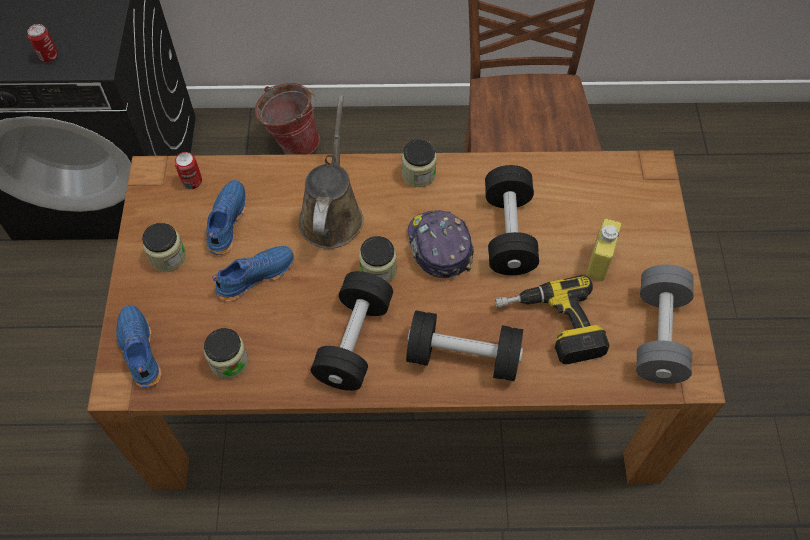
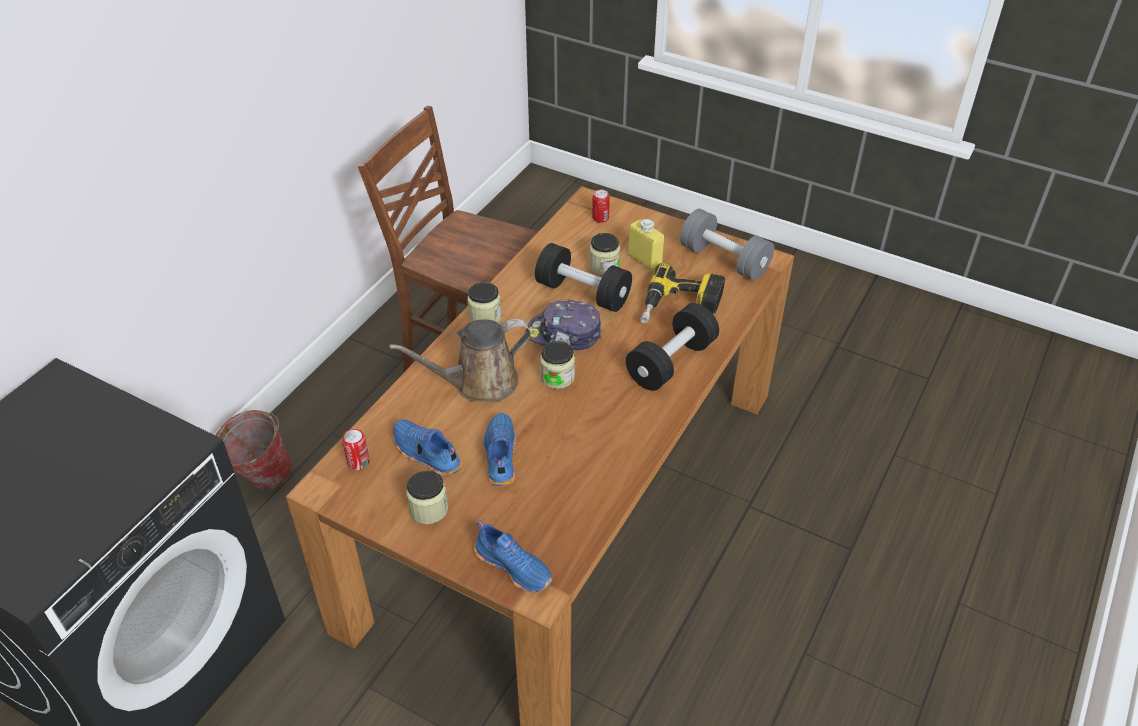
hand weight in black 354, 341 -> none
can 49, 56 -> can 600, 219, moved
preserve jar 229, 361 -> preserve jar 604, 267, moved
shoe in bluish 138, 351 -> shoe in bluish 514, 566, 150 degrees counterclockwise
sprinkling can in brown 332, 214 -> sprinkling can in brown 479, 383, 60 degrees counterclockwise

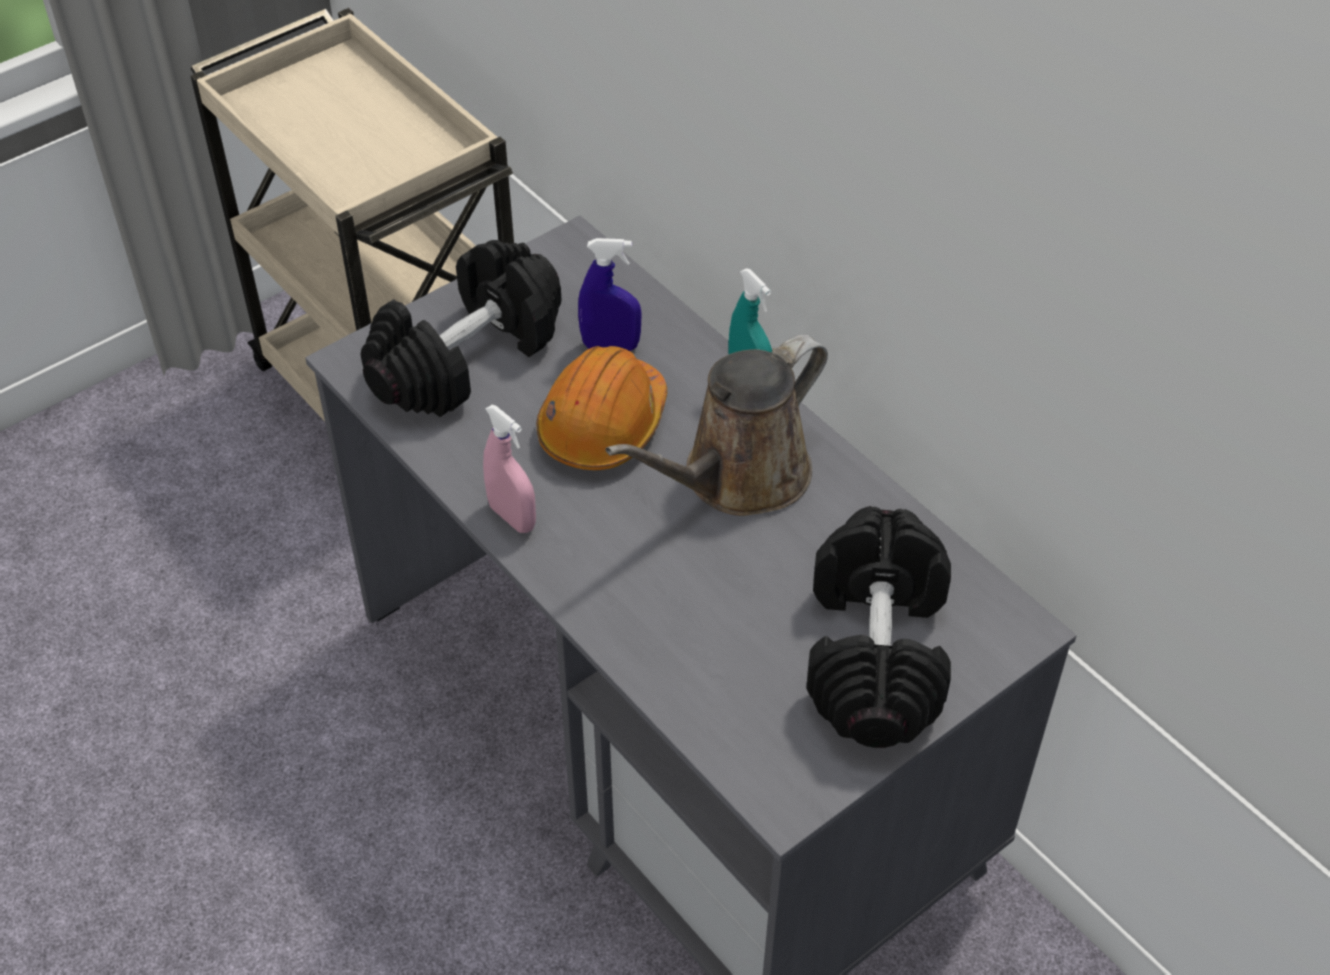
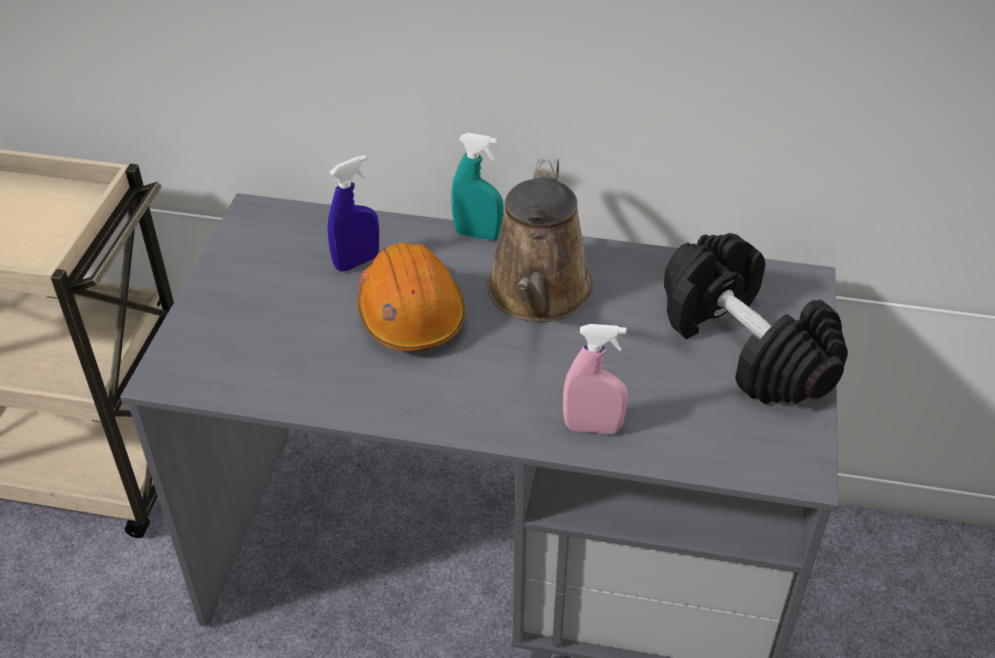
hand weight in black 466, 357 -> none
spray bottle in pink 512, 517 -> spray bottle in pink 592, 427, moved

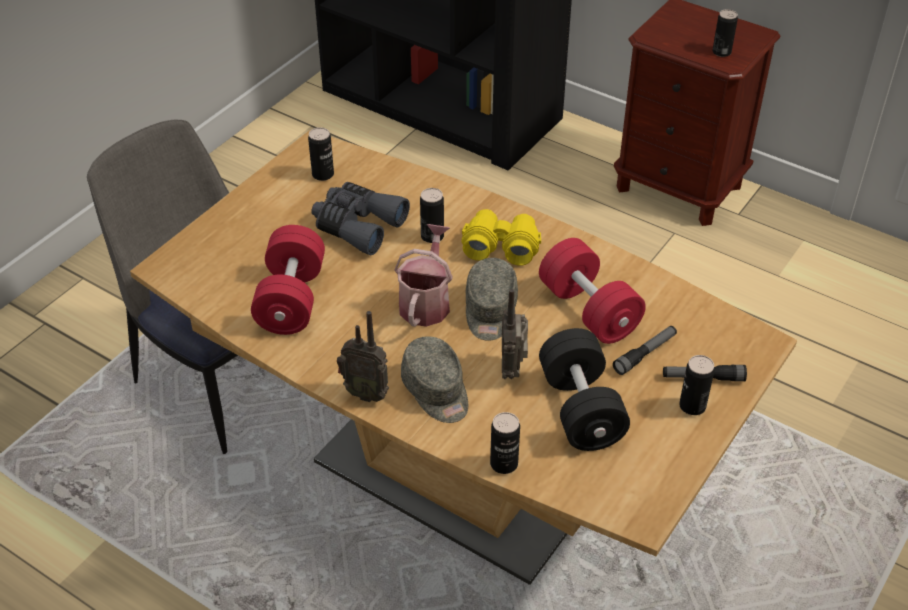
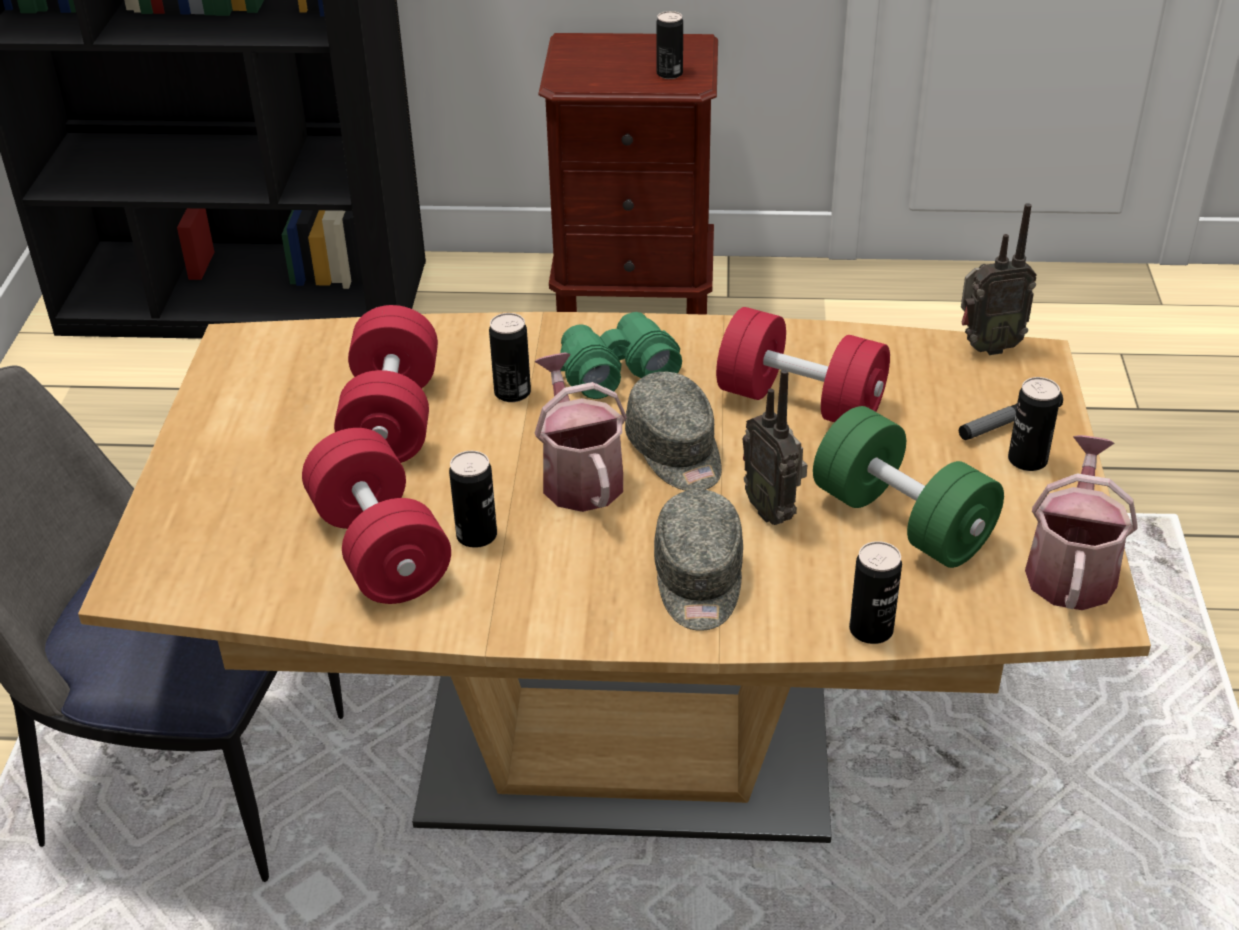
hand torch 645, 354 -> none
none -> sprinkling can 1071, 568
can 323, 174 -> can 476, 535, moved
radio receiver 366, 393 -> radio receiver 986, 347, moved
binoculars in gray 357, 225 -> hand weight in red-coloured 392, 418
binoculars in yellow-coloured 501, 246 -> binoculars in greenish 616, 370
hand weight in black 581, 409 -> hand weight in greenish 902, 521
peaked cap in gray 436, 391 -> peaked cap in gray 698, 580, 60 degrees clockwise

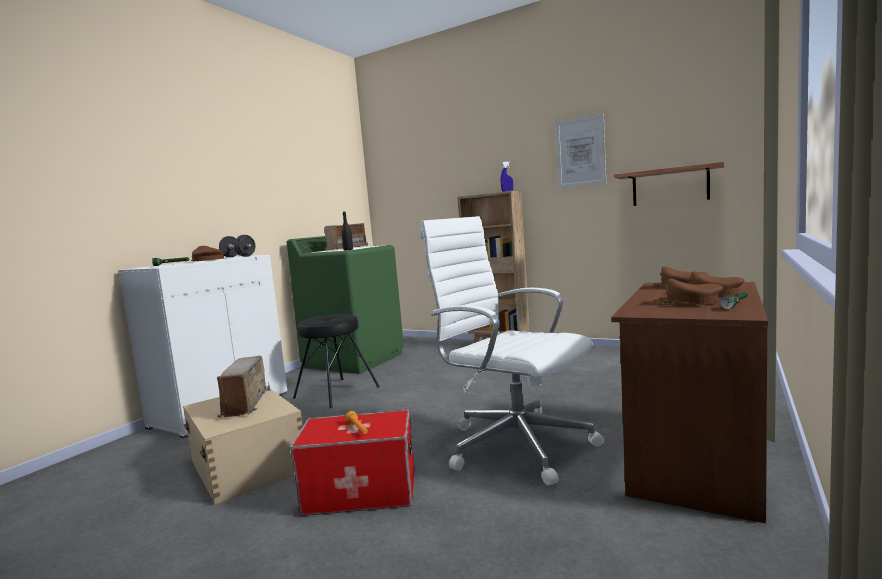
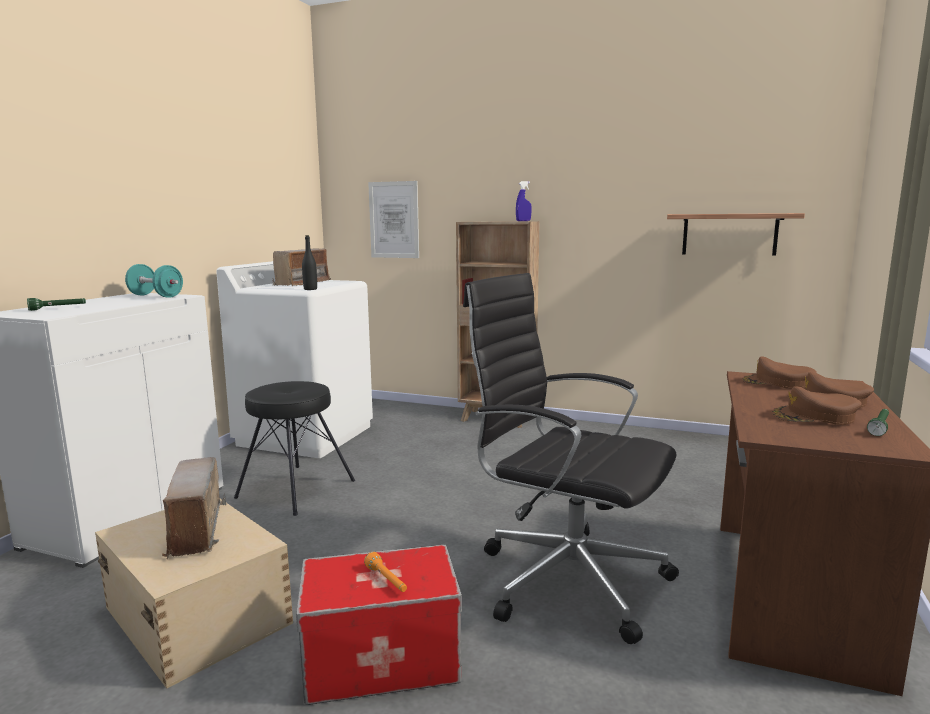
peaked cap in brown 207, 260 -> none
wall picture 580, 152 -> wall picture 394, 220, moved
hand weight in black 238, 256 -> hand weight in turquoise 156, 296
laundry appliance in greenish 354, 360 -> laundry appliance in white 306, 435
office chair in white 515, 444 -> office chair in black 566, 578

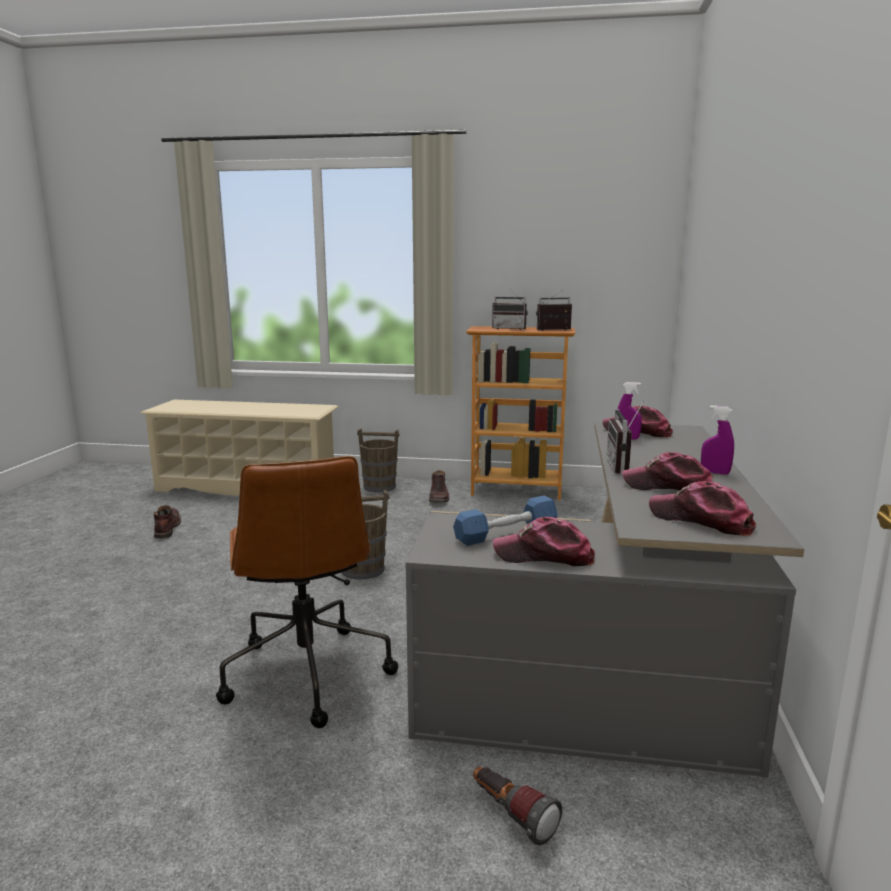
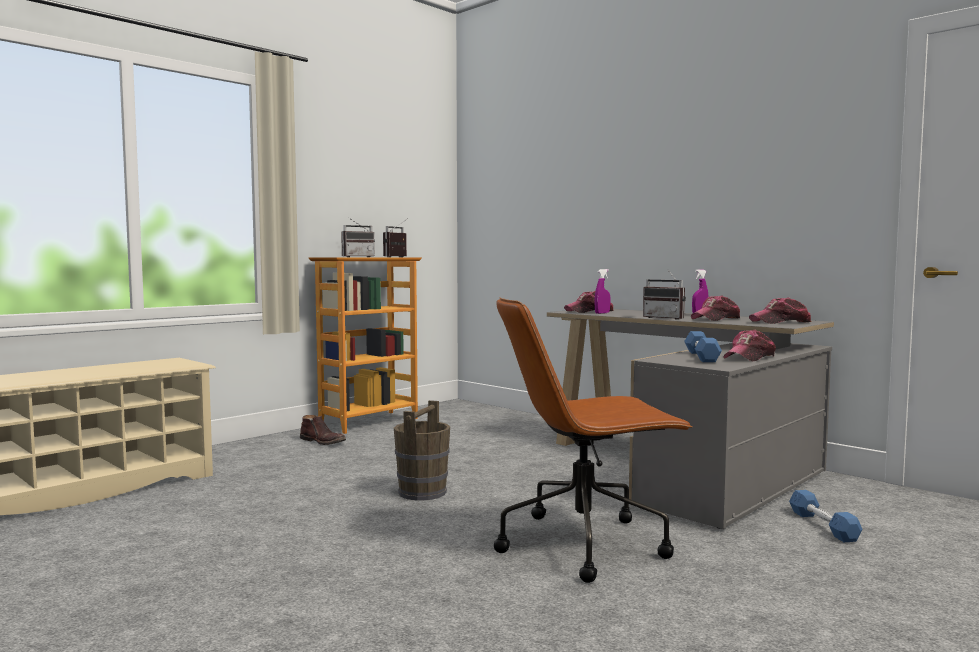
boot in brown 166, 528 -> none
water bucket in brown 380, 487 -> none
hand torch 511, 816 -> hand weight in bluish 823, 526
office chair in brown 306, 672 -> office chair in brown 585, 544, 150 degrees clockwise

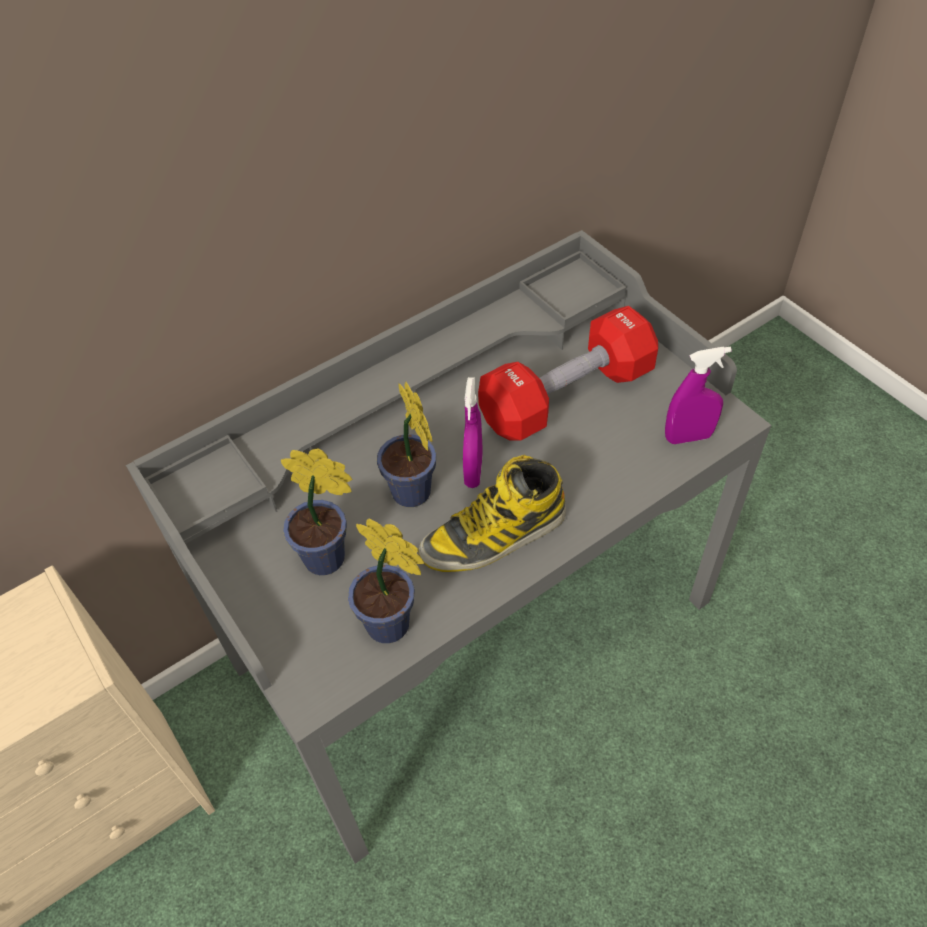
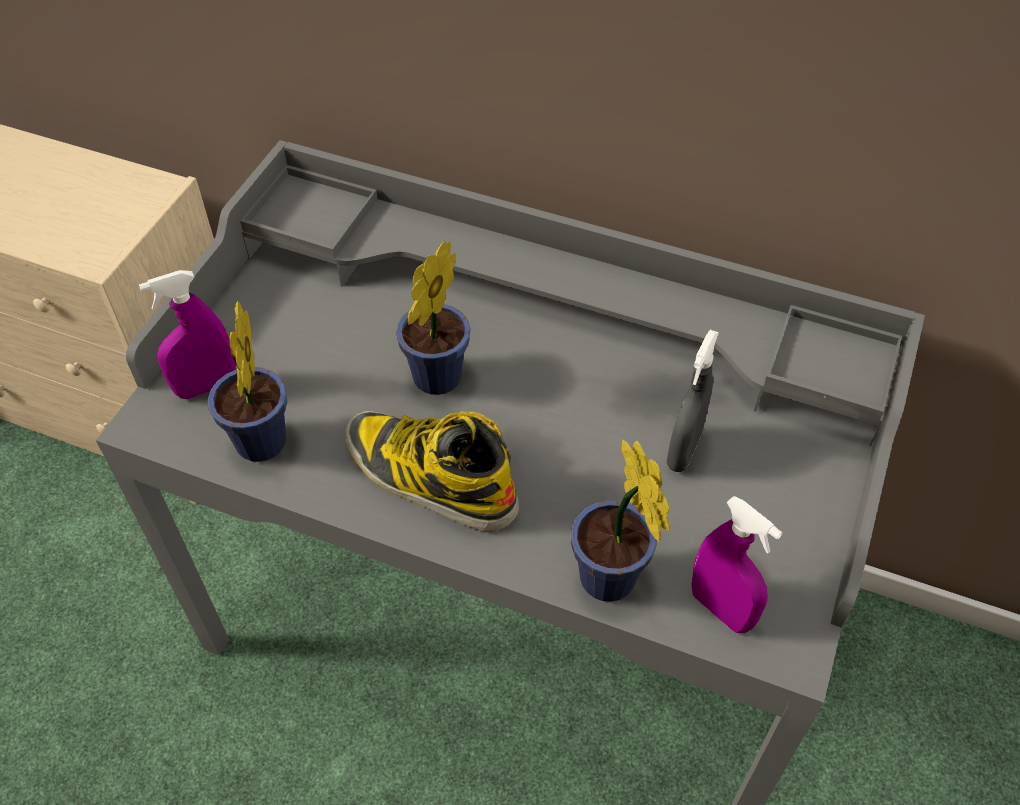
potted plant 330, 559 -> potted plant 611, 584, moved
spray bottle in purplish 473, 471 -> spray bottle in purplish 207, 386, moved
hand weight in red-coloured 567, 396 -> spray bottle in gray 683, 450

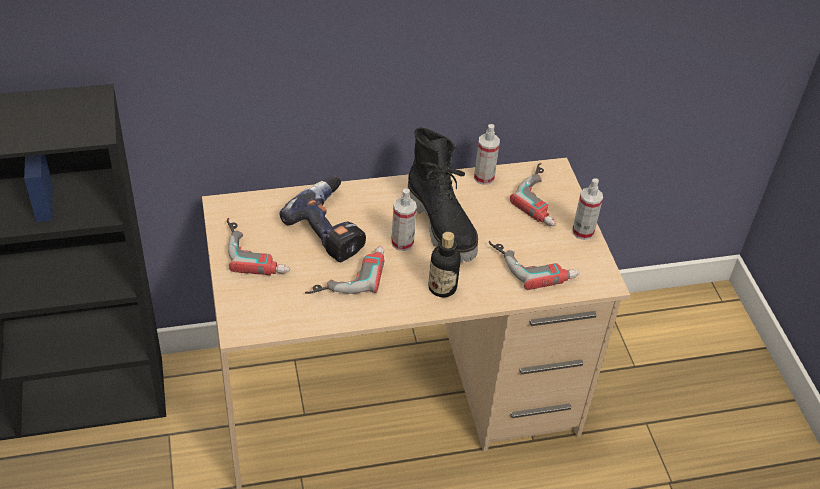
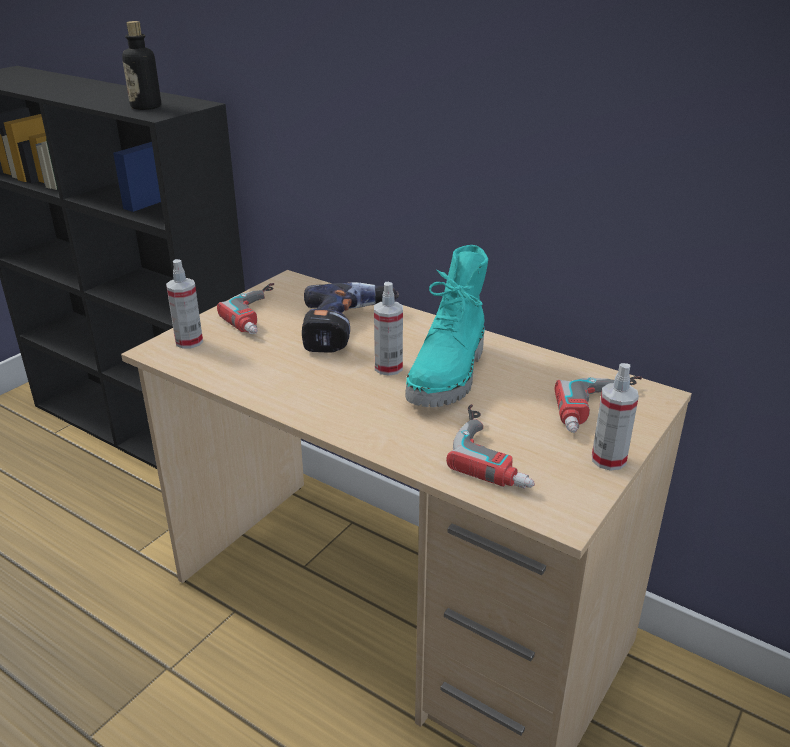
drill 346, 274 -> none
beverage bottle 442, 287 -> beverage bottle 146, 107, moved
spray bottle 484, 177 -> spray bottle 189, 342, moved
boot in black 443, 226 -> boot in turquoise 450, 376

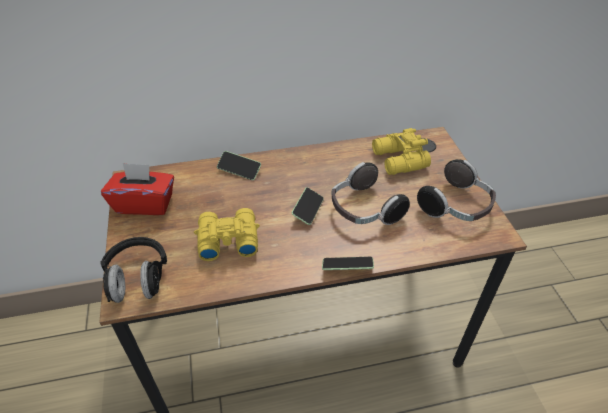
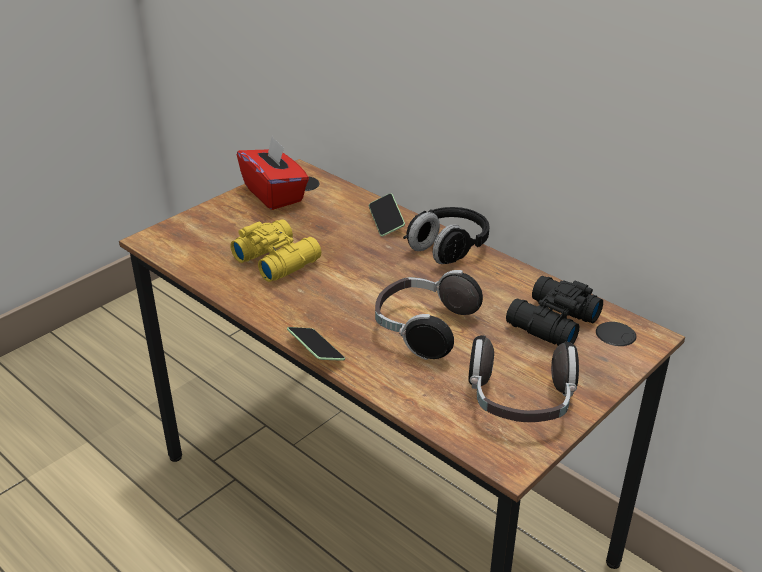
telephone 308, 210 -> none
headset in black 137, 279 -> headset in black 448, 248, moved
binoculars in yellow-coloured 398, 160 -> binoculars in black 550, 322

